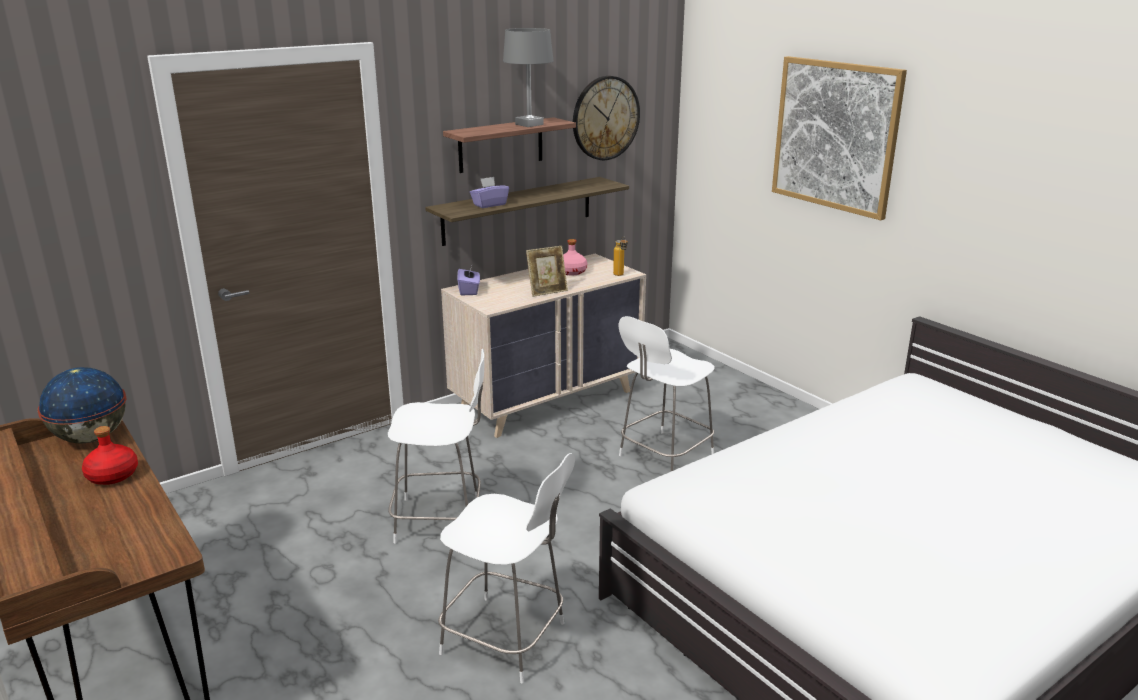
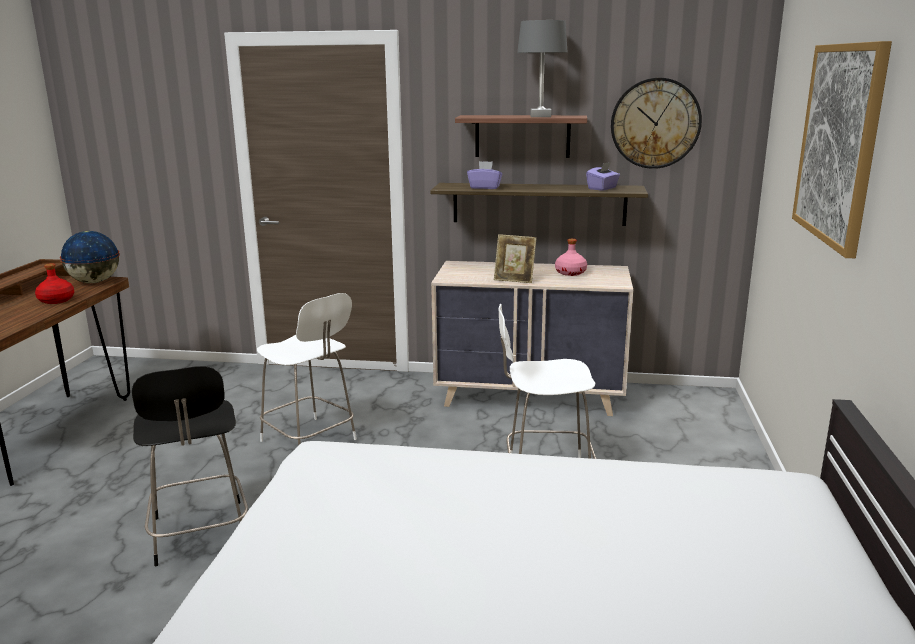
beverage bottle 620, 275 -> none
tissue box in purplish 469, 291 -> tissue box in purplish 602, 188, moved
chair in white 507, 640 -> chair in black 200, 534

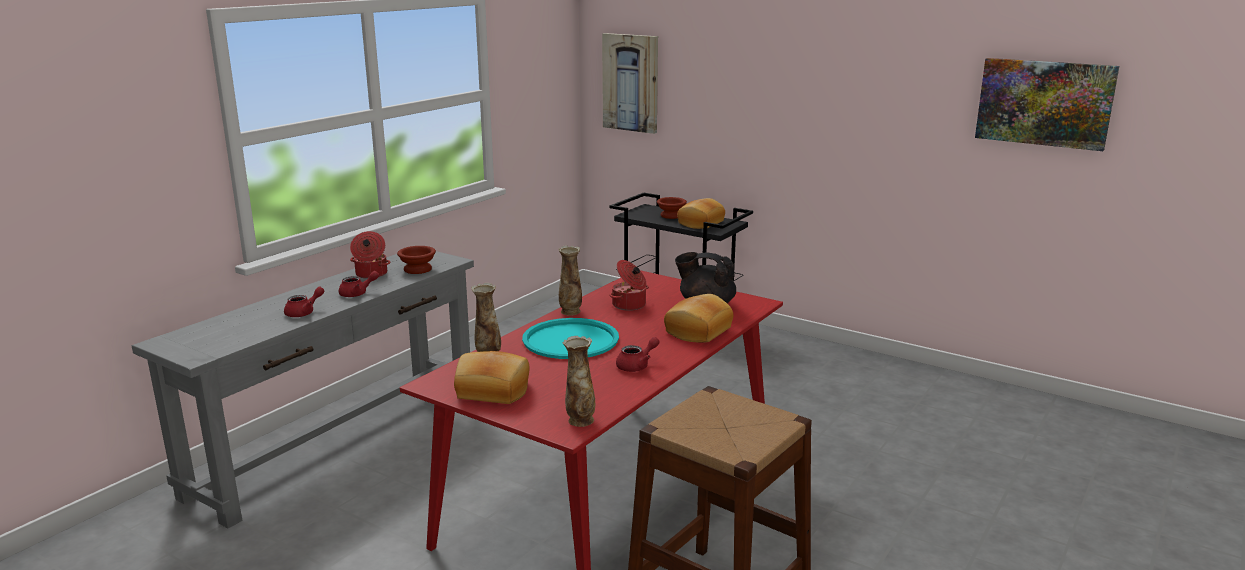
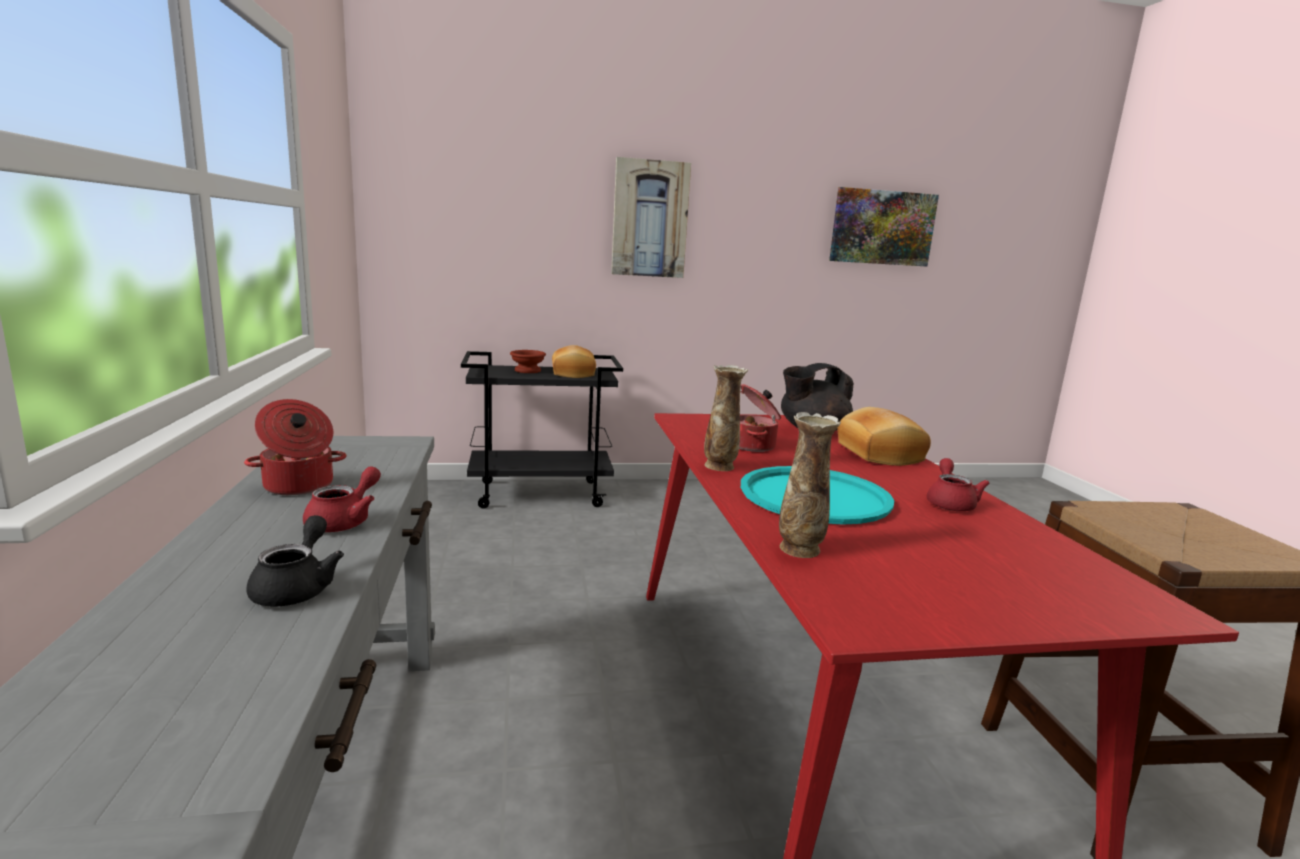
serving bowl in brown 416, 269 -> none
bread 492, 392 -> none
decorative vase 580, 420 -> none
wall picture 631, 83 -> wall picture 650, 219, moved
teapot in red-coloured 304, 312 -> teapot in black 298, 587

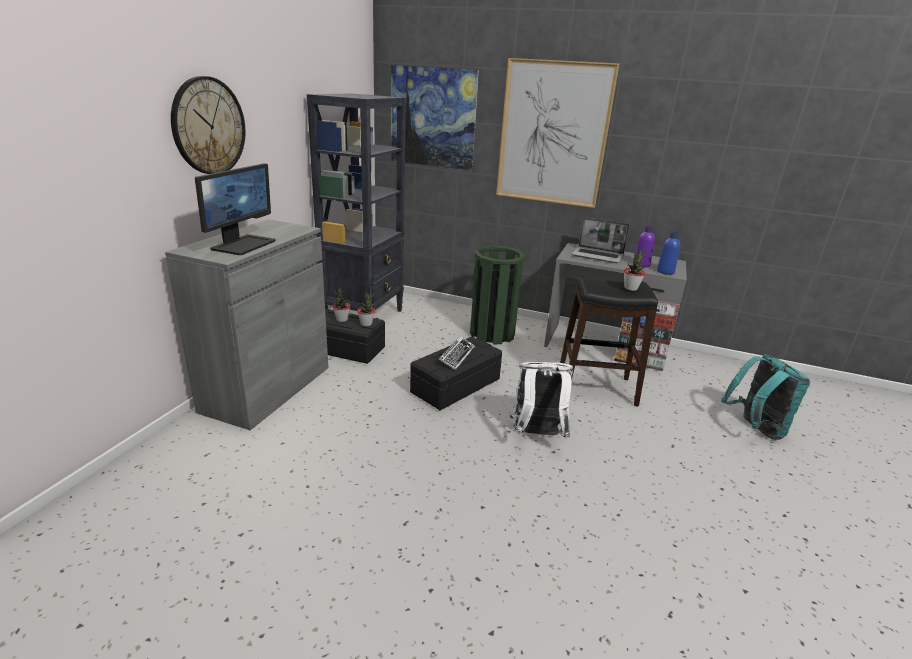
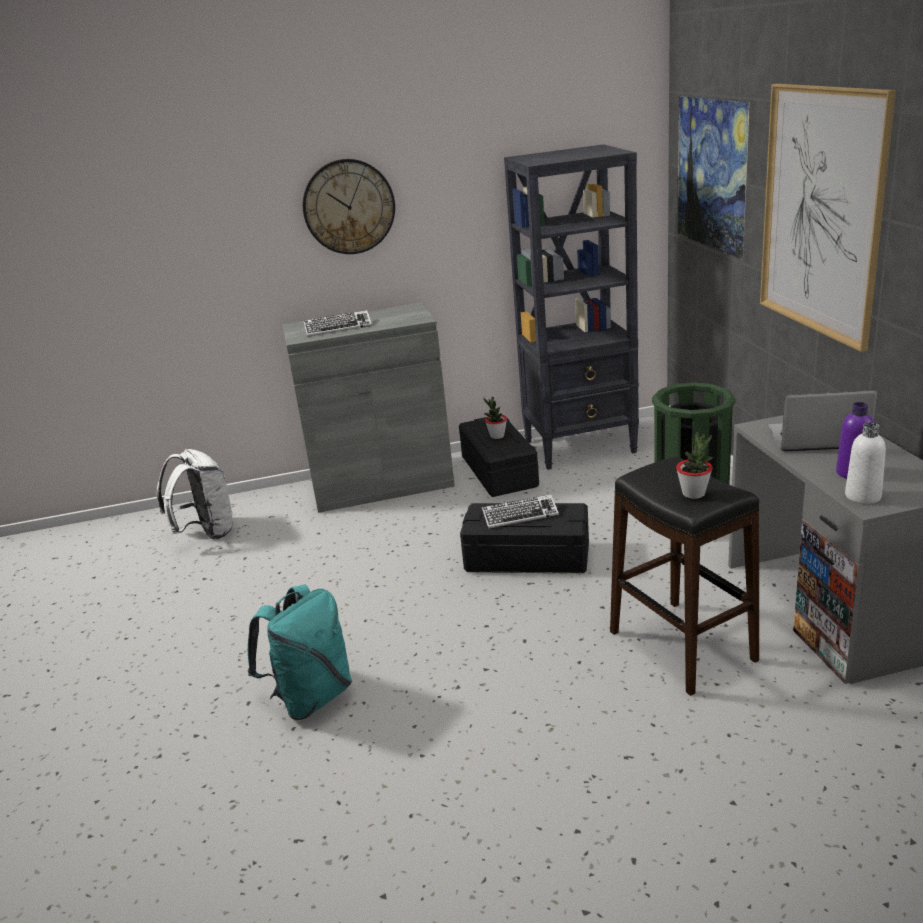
potted plant 366, 324 -> none
backpack in white 536, 435 -> backpack in white 206, 533, moved
backpack in turquoise 754, 429 -> backpack in turquoise 311, 697, moved
monitor 243, 244 -> computer keyboard 338, 328
beverage bottle in bluish 665, 272 -> beverage bottle in white 863, 496
notebook computer 598, 256 -> notebook computer 816, 439, 105 degrees clockwise

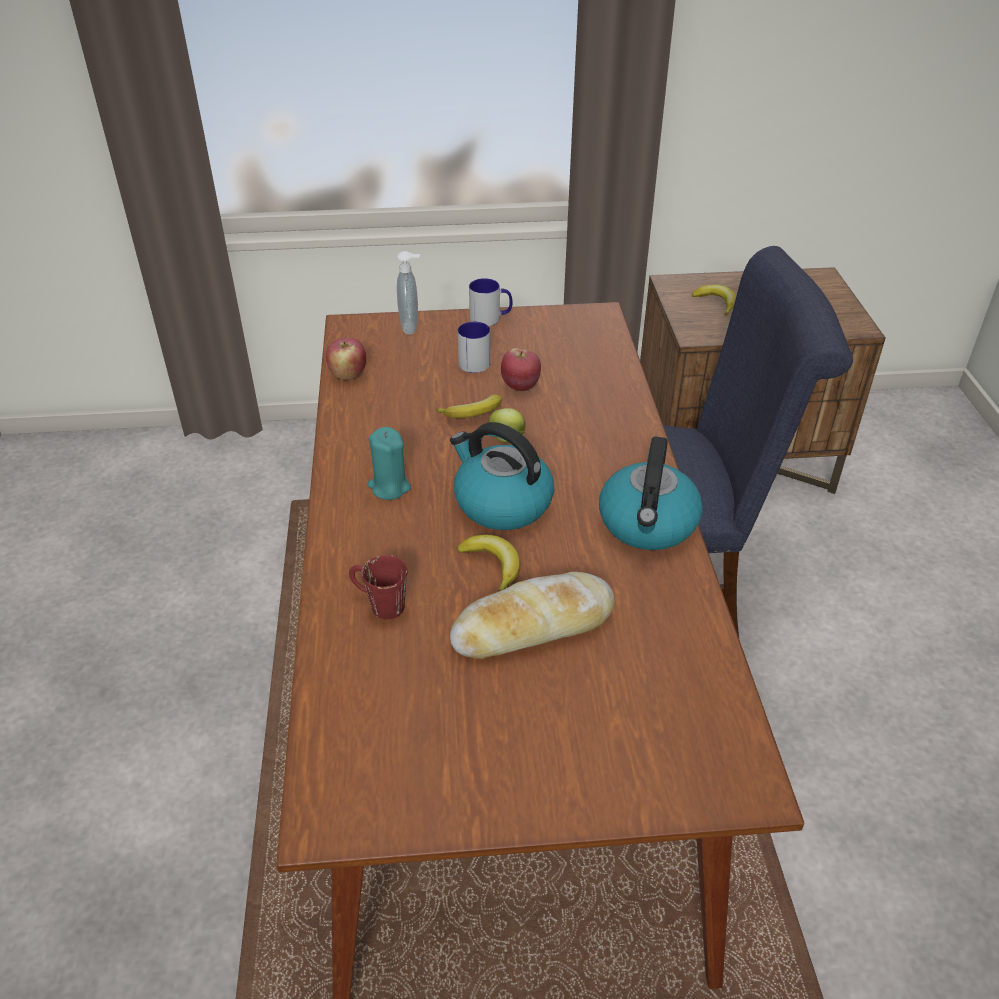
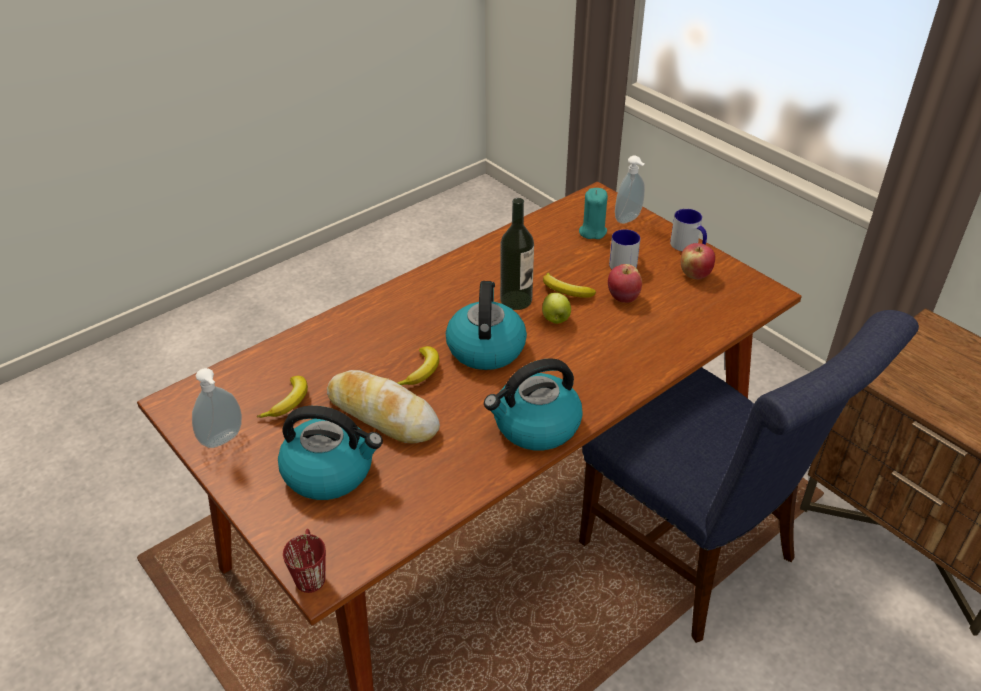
none -> soap bottle 223, 440
none -> kettle 330, 471
none -> beverage bottle 516, 300
whole apple 348, 375 -> whole apple 695, 275, moved
tea mug in red-coloured 378, 604 -> tea mug in red-coloured 310, 572, moved
wax candle in turquoise 389, 487 -> wax candle in turquoise 592, 231, moved
banana fruit 716, 303 -> banana fruit 289, 402, moved

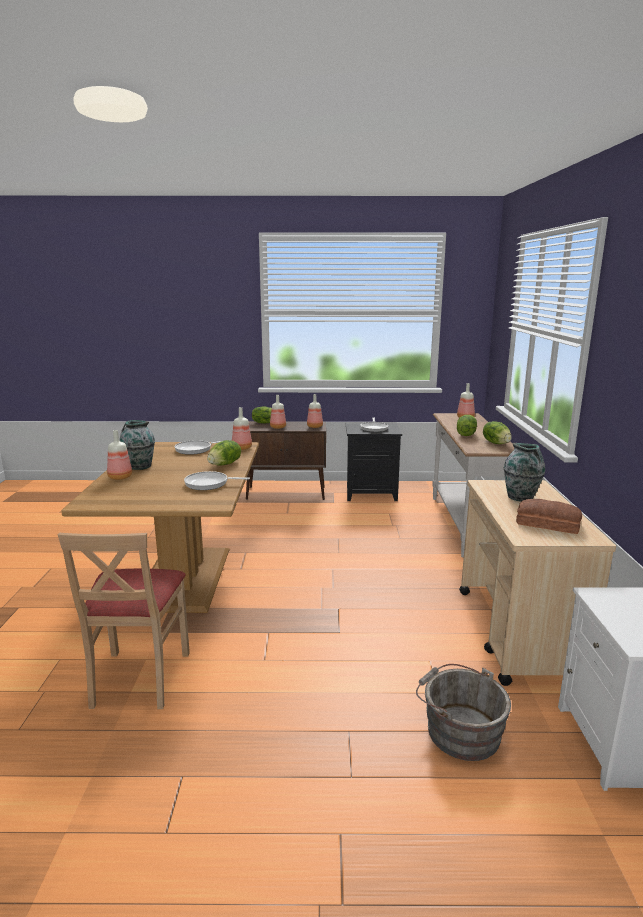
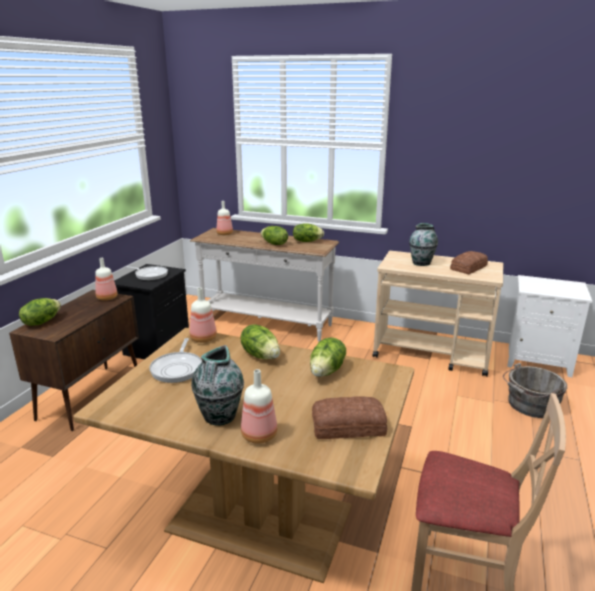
beverage bottle 277, 427 -> none
none -> bread 347, 425
skillet 209, 484 -> lettuce 327, 371

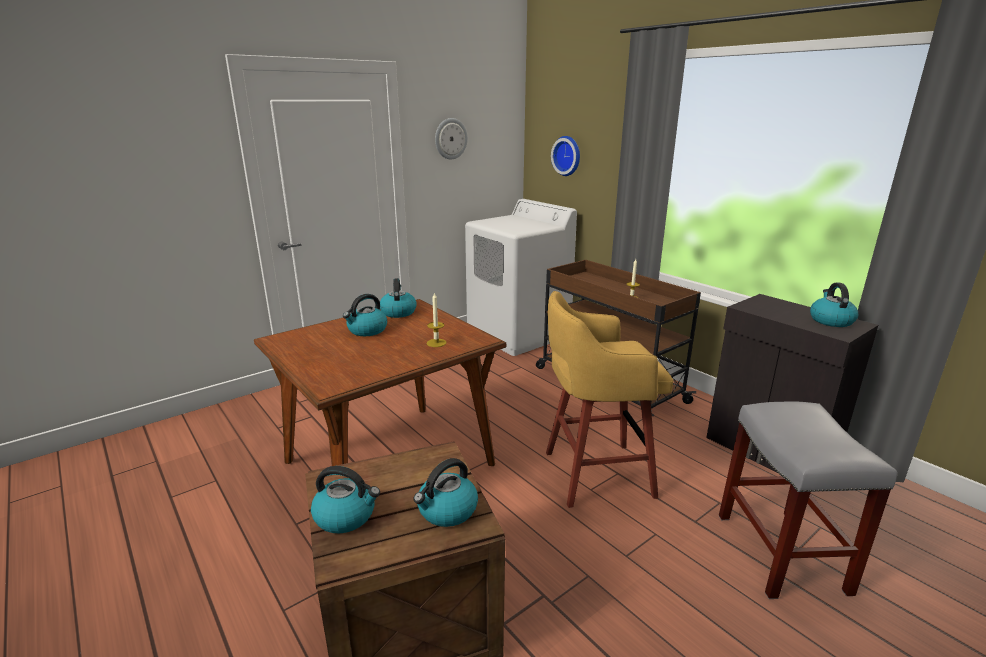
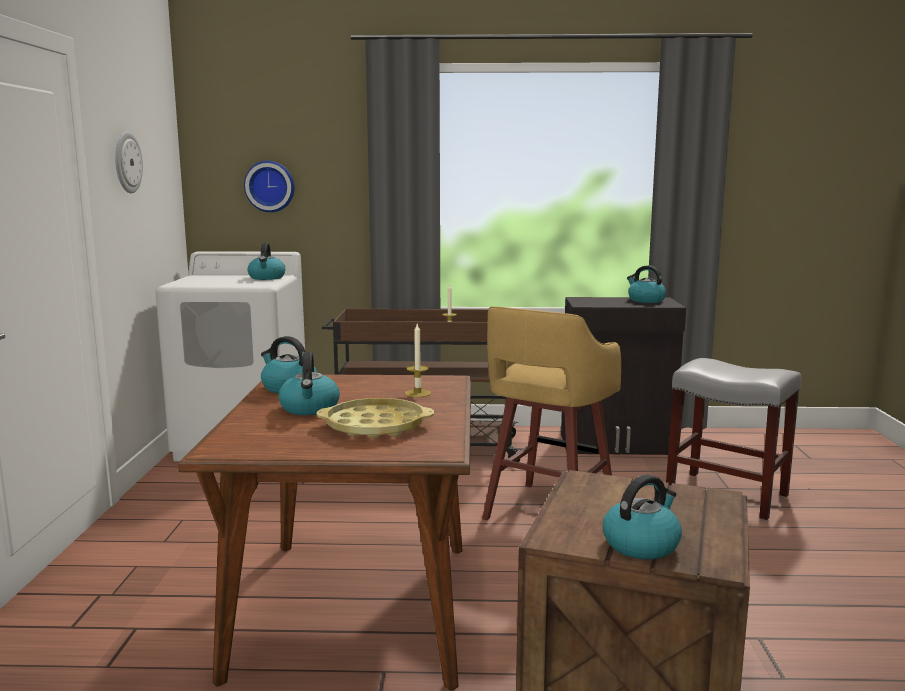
none -> carrying tray in yellow-coloured 375, 426
kettle 447, 511 -> kettle 267, 278, moved

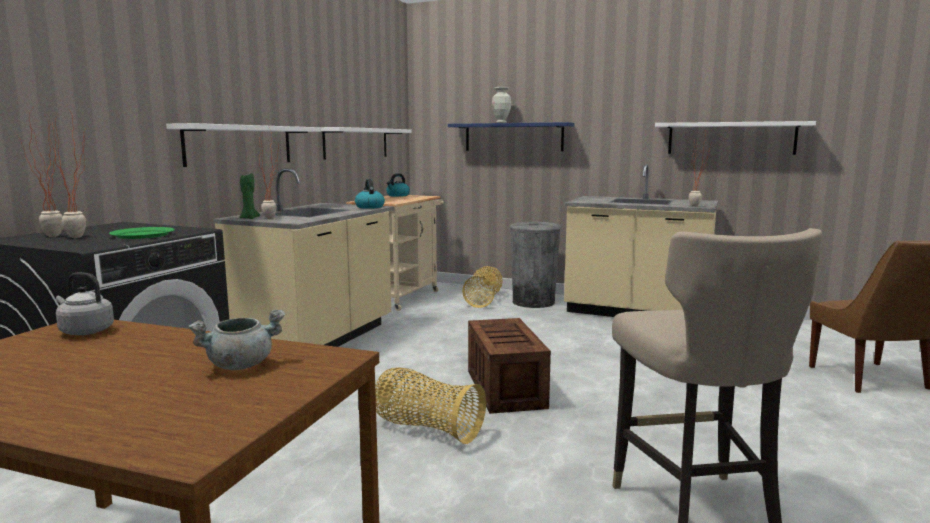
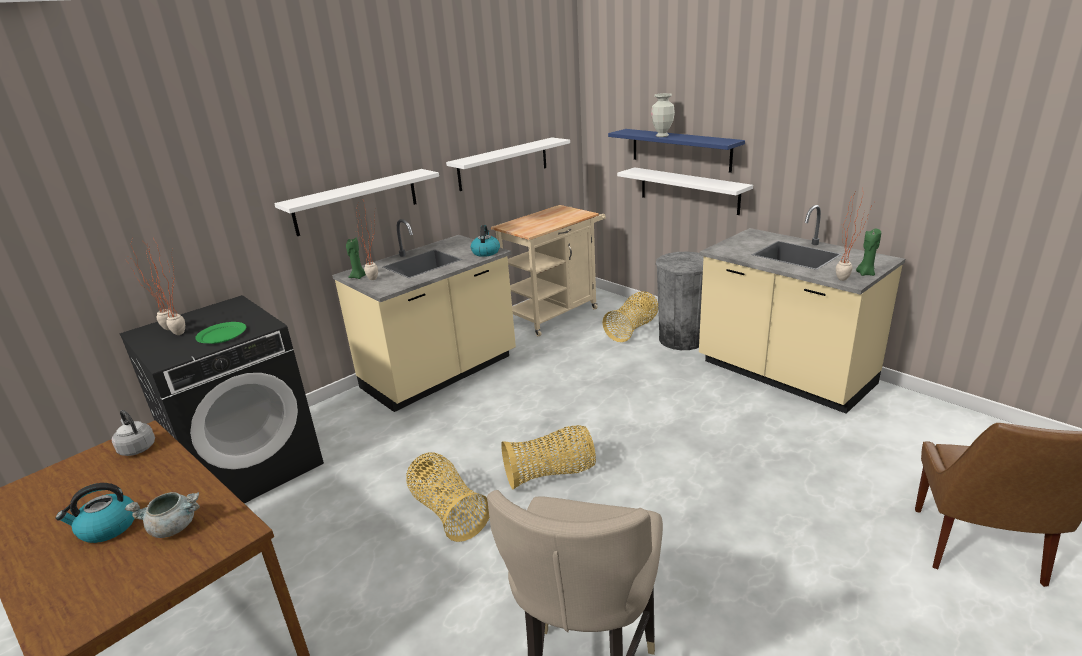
none -> wax candle in greenish 865, 273
kettle 397, 195 -> kettle 107, 528, moved
shelf in white 730, 138 -> shelf in white 688, 190, moved
shipping crate 506, 389 -> storage basket 551, 474

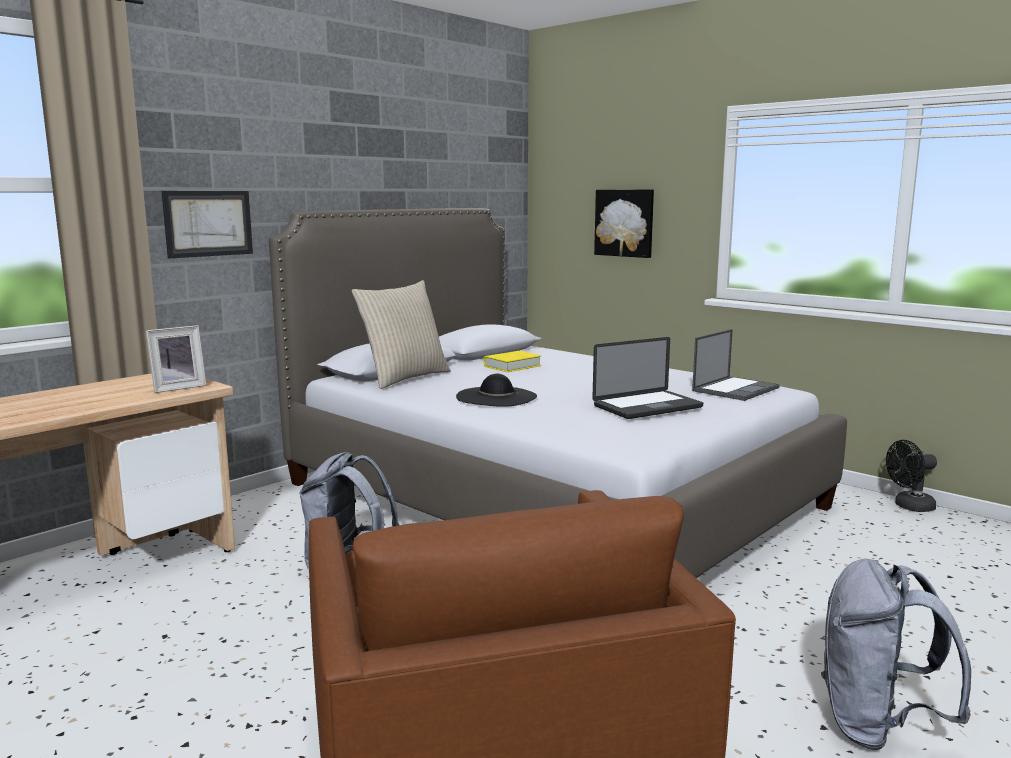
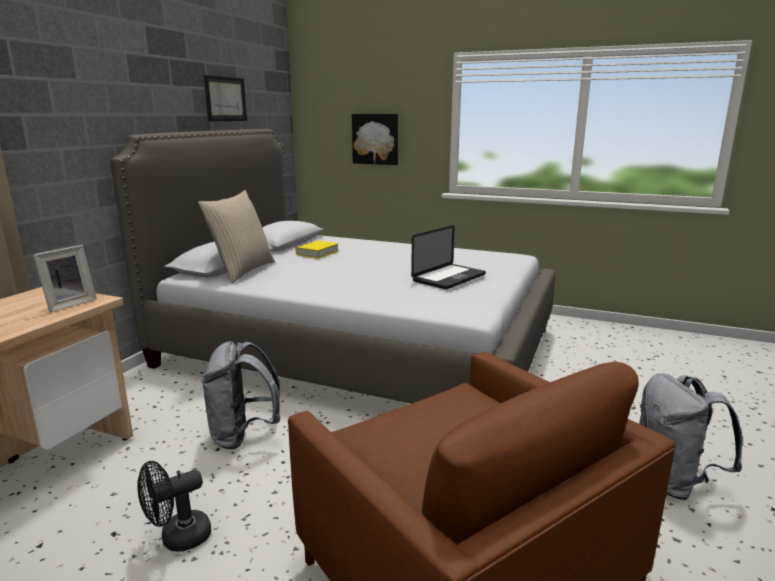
clothing hat in black 496, 397 -> none
notebook computer 735, 389 -> none
wall picture 208, 223 -> wall picture 225, 99, moved
electric fan in black 909, 507 -> electric fan in black 178, 538, moved

